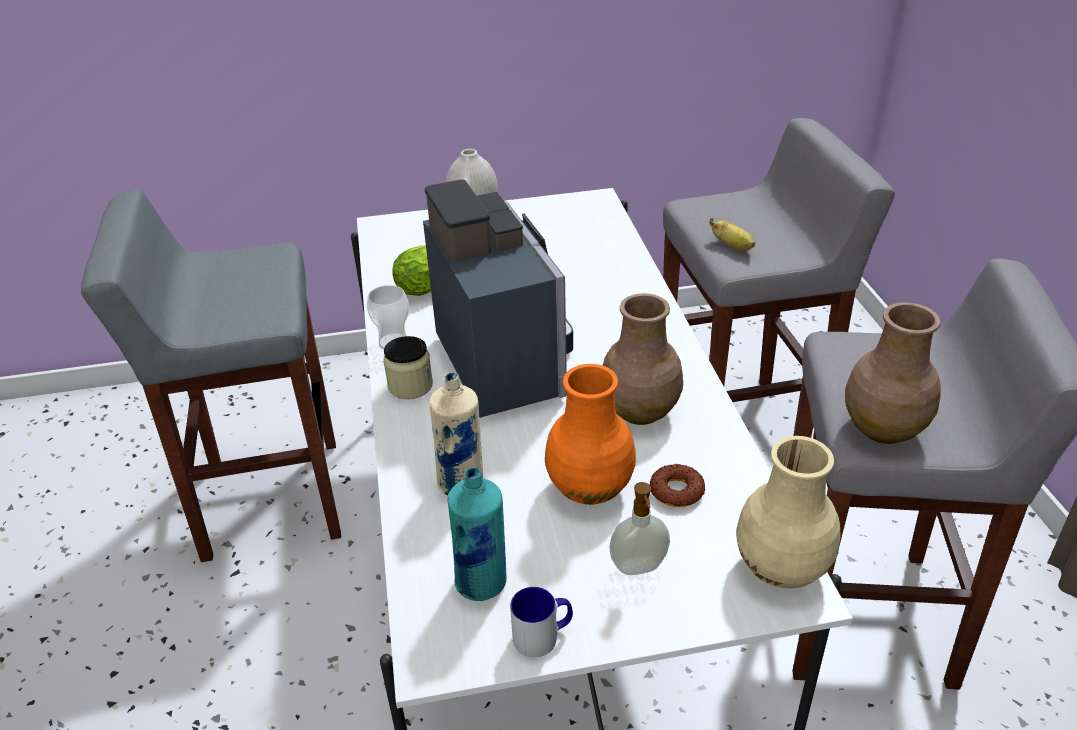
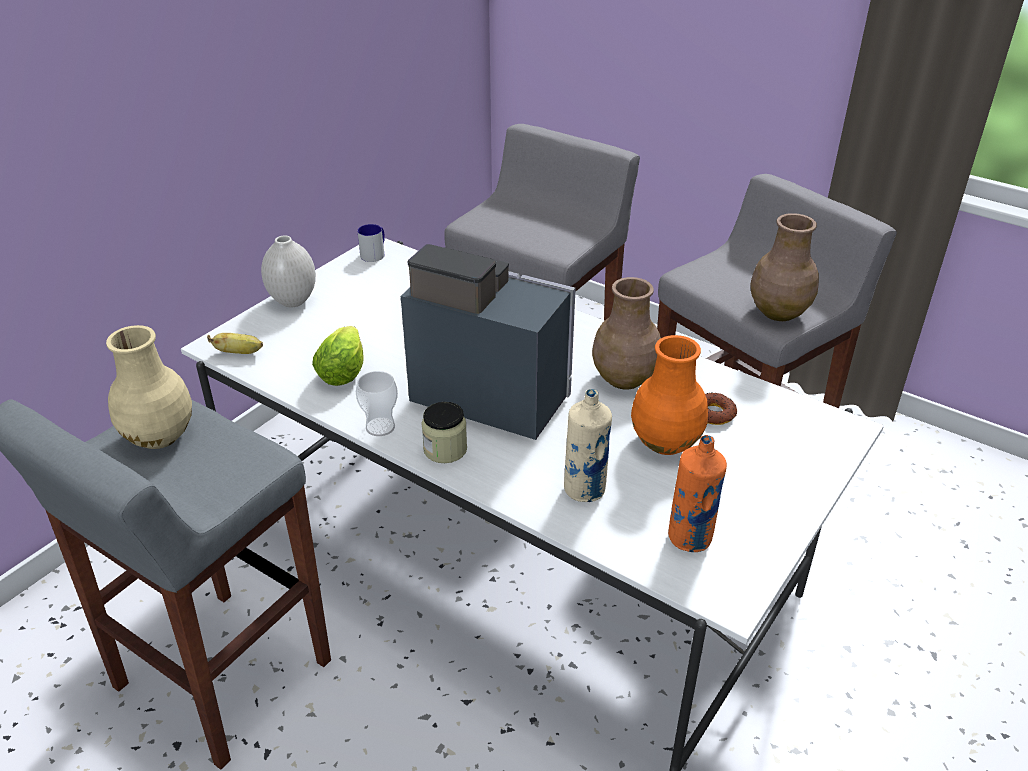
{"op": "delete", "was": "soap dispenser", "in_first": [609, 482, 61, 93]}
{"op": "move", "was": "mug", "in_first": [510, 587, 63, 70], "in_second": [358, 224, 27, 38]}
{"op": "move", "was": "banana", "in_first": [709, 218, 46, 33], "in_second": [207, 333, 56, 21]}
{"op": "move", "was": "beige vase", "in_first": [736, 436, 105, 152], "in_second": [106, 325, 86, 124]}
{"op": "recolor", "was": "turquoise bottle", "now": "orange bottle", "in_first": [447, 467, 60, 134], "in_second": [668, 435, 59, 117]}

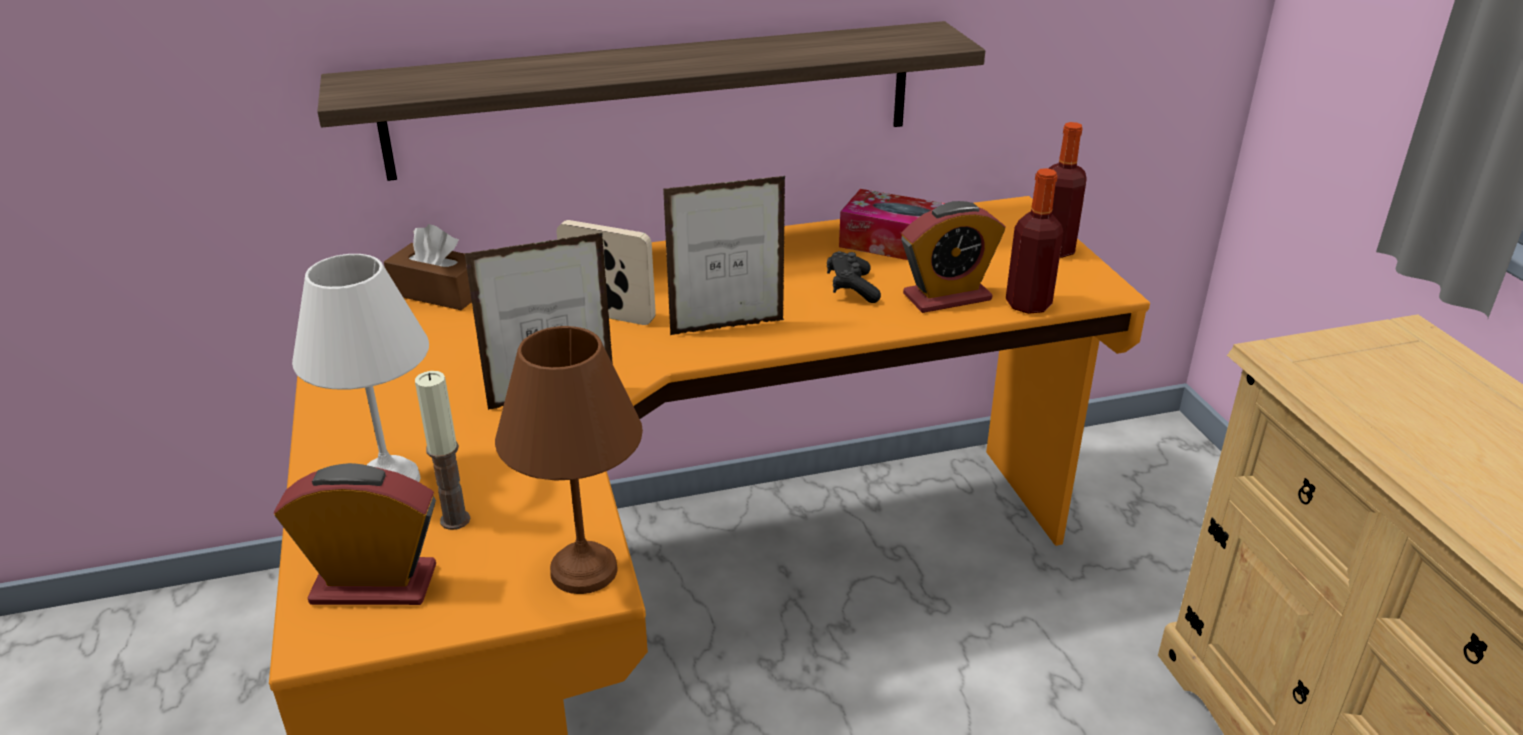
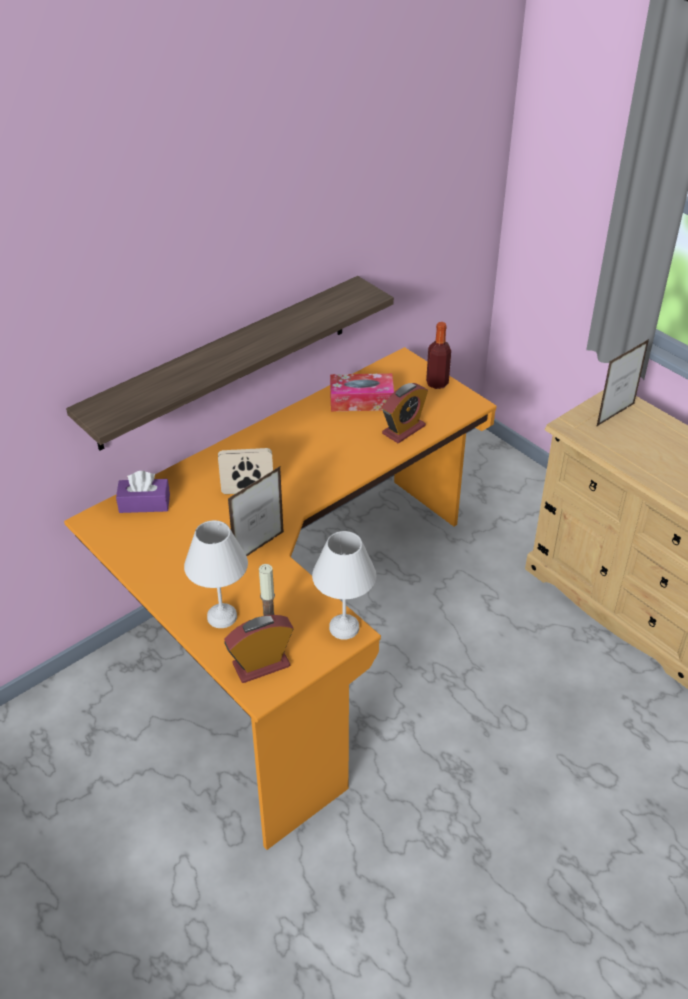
{"op": "delete", "was": "black game controller", "in_first": [827, 251, 54, 52]}
{"op": "delete", "was": "bottle", "in_first": [1006, 168, 57, 146]}
{"op": "move", "was": "picture frame", "in_first": [663, 176, 123, 159], "in_second": [596, 339, 53, 88]}
{"op": "recolor", "was": "brown tissue box", "now": "purple tissue box", "in_first": [384, 224, 88, 86], "in_second": [116, 471, 54, 42]}
{"op": "recolor", "was": "brown table lamp", "now": "white table lamp", "in_first": [495, 326, 148, 268], "in_second": [312, 531, 64, 109]}

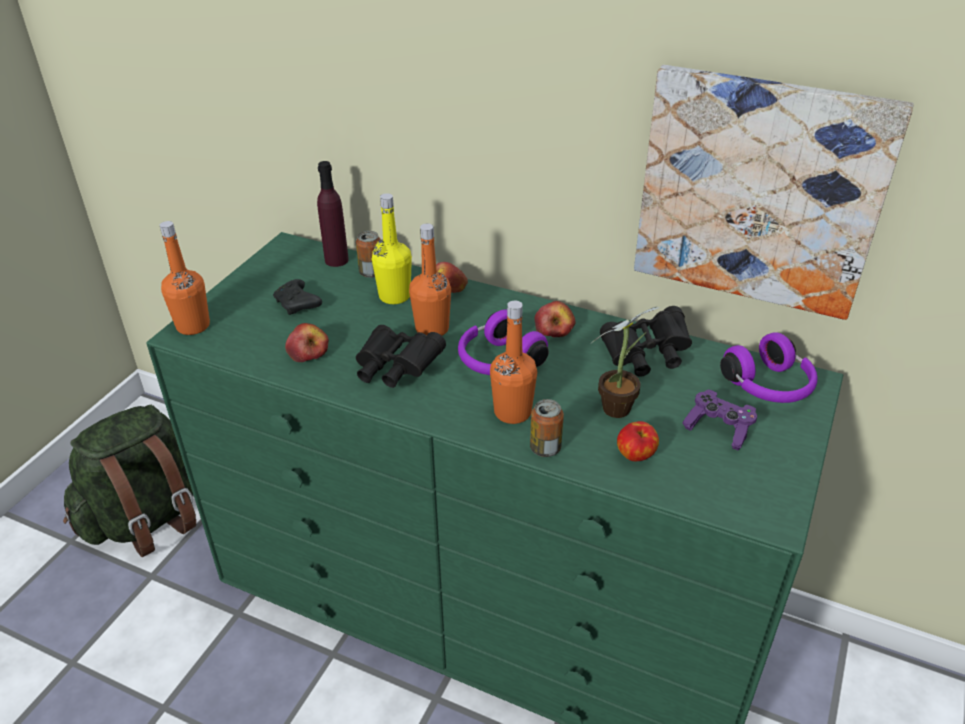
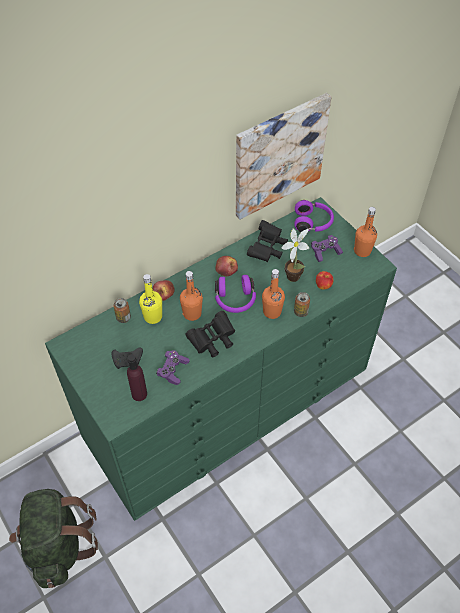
{"op": "move", "was": "orange bottle", "in_first": [160, 221, 50, 114], "in_second": [354, 207, 23, 50]}
{"op": "move", "was": "purple bottle", "in_first": [317, 161, 32, 106], "in_second": [127, 354, 20, 47]}
{"op": "replace", "was": "apple", "now": "purple game controller", "in_first": [285, 323, 44, 39], "in_second": [156, 350, 34, 35]}

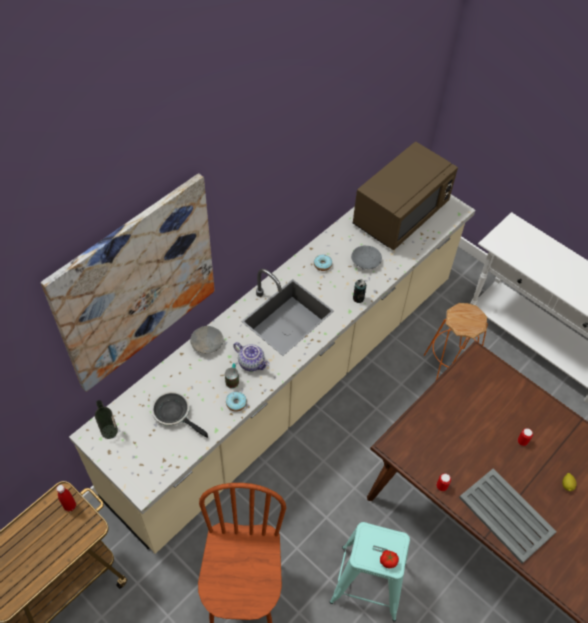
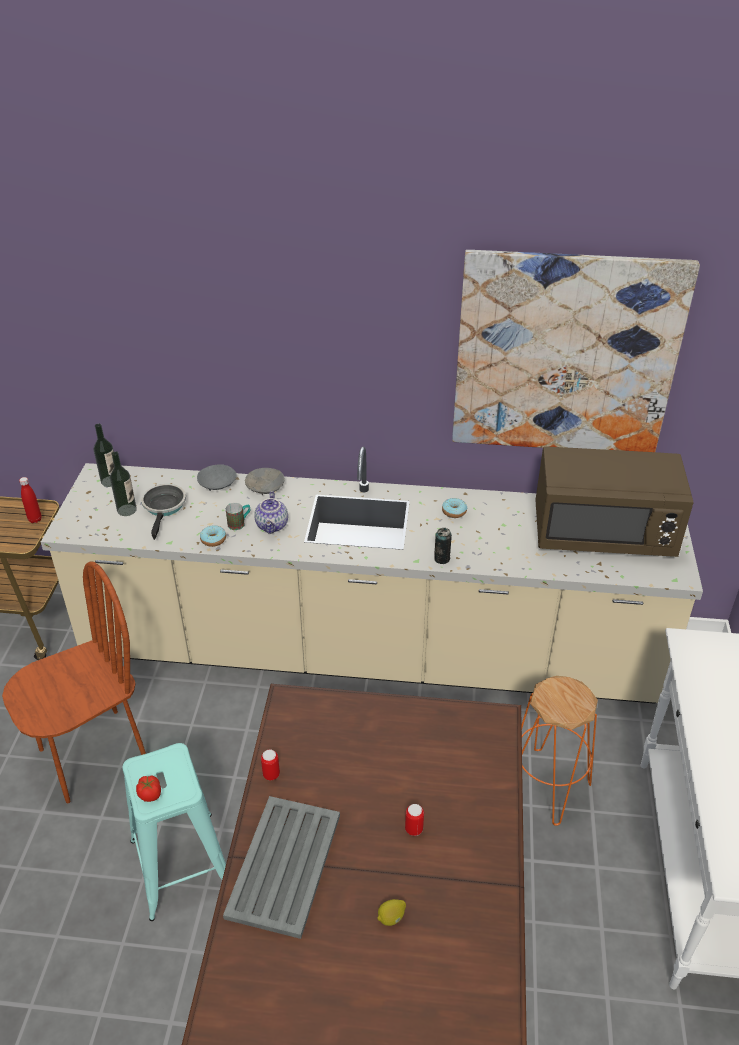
{"op": "insert", "now": "bottle", "in_second": [110, 451, 27, 65]}
{"op": "move", "was": "picture", "in_first": [41, 173, 174, 219], "in_second": [452, 250, 248, 202]}
{"op": "move", "was": "grey bowl", "in_first": [351, 246, 31, 23], "in_second": [197, 464, 40, 27]}

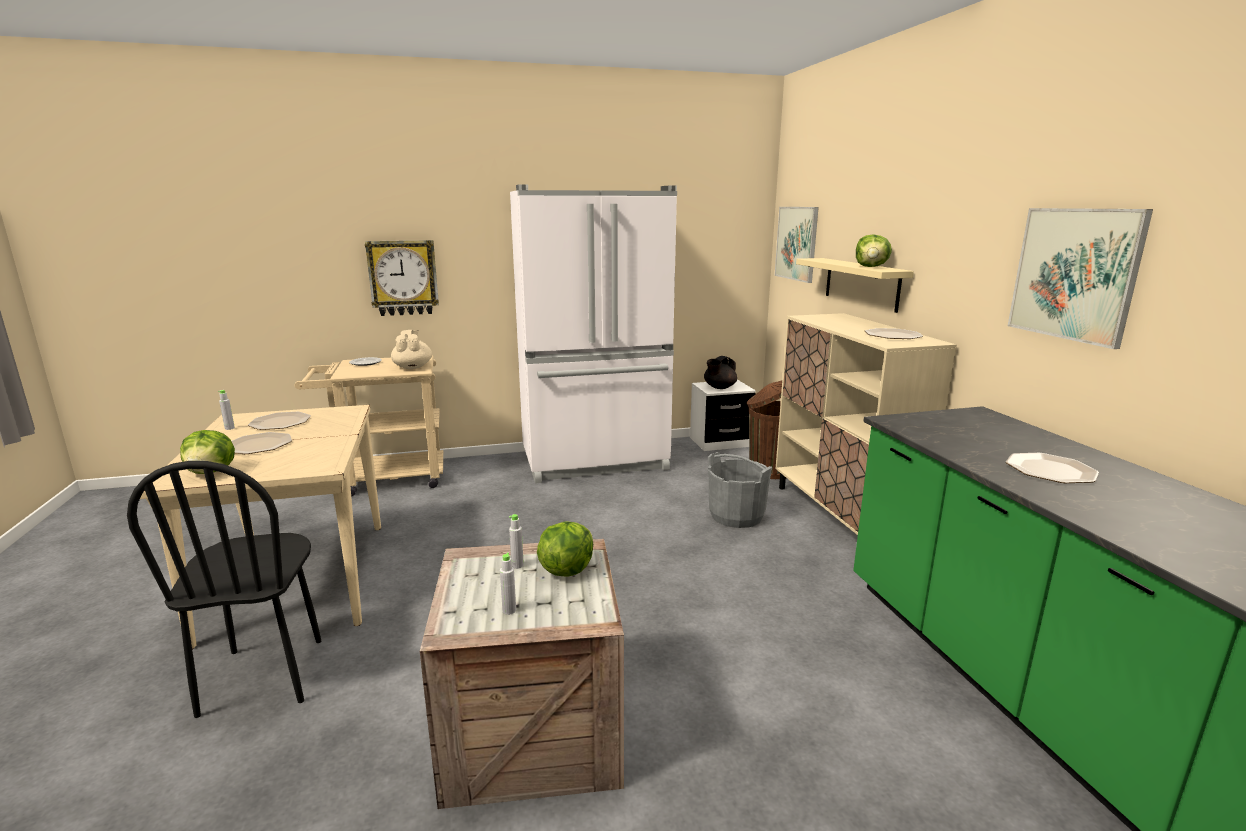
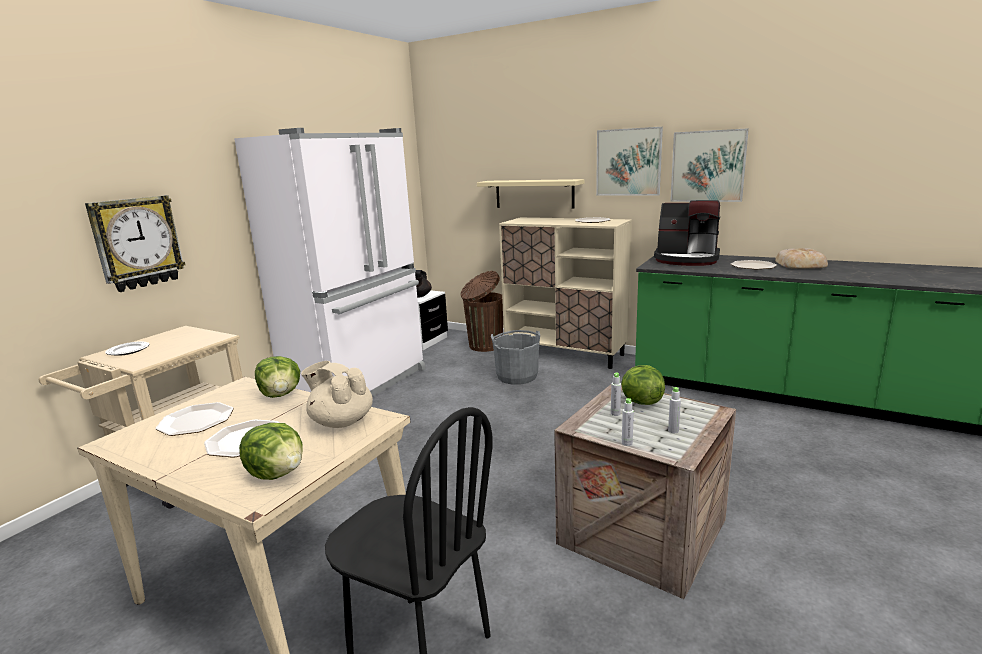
{"op": "insert", "now": "coffee machine", "in_second": [654, 200, 66, 66]}
{"op": "insert", "now": "bread", "in_second": [775, 248, 53, 21]}
{"op": "move", "was": "grey bottle", "in_first": [218, 390, 17, 40], "in_second": [622, 398, 12, 48]}
{"op": "move", "was": "beige teapot", "in_first": [391, 330, 41, 39], "in_second": [301, 361, 72, 67]}
{"op": "move", "was": "picture", "in_first": [775, 207, 44, 76], "in_second": [596, 127, 67, 68]}
{"op": "move", "was": "lettuce", "in_first": [856, 234, 36, 33], "in_second": [255, 356, 45, 42]}

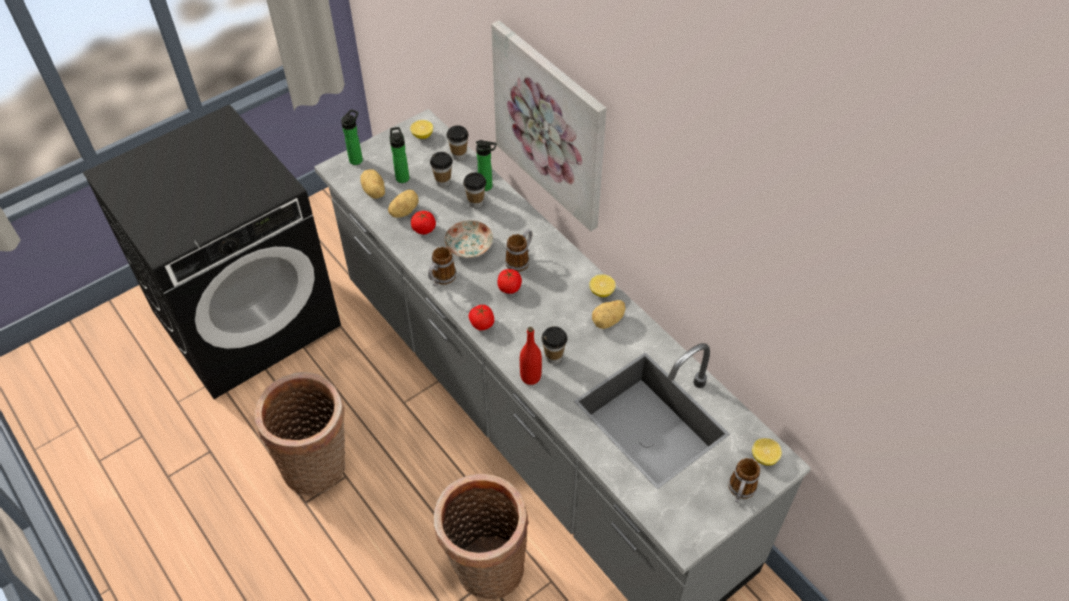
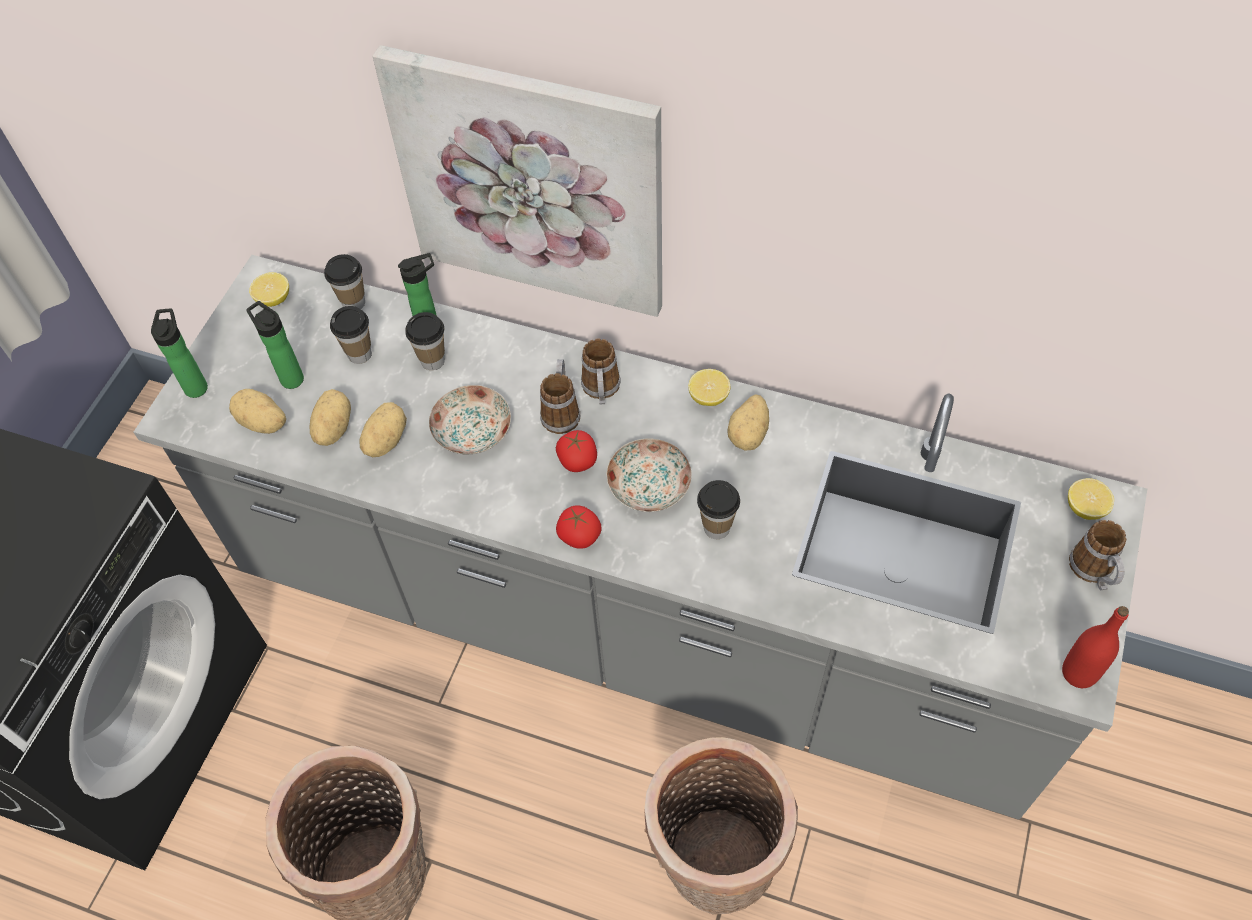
{"op": "insert", "now": "plate", "in_second": [607, 438, 85, 74]}
{"op": "move", "was": "mug", "in_first": [428, 247, 28, 39], "in_second": [581, 338, 40, 67]}
{"op": "move", "was": "red bottle", "in_first": [520, 327, 22, 58], "in_second": [1062, 606, 67, 82]}
{"op": "replace", "was": "tomato", "now": "potato", "in_first": [411, 211, 25, 23], "in_second": [359, 402, 48, 55]}

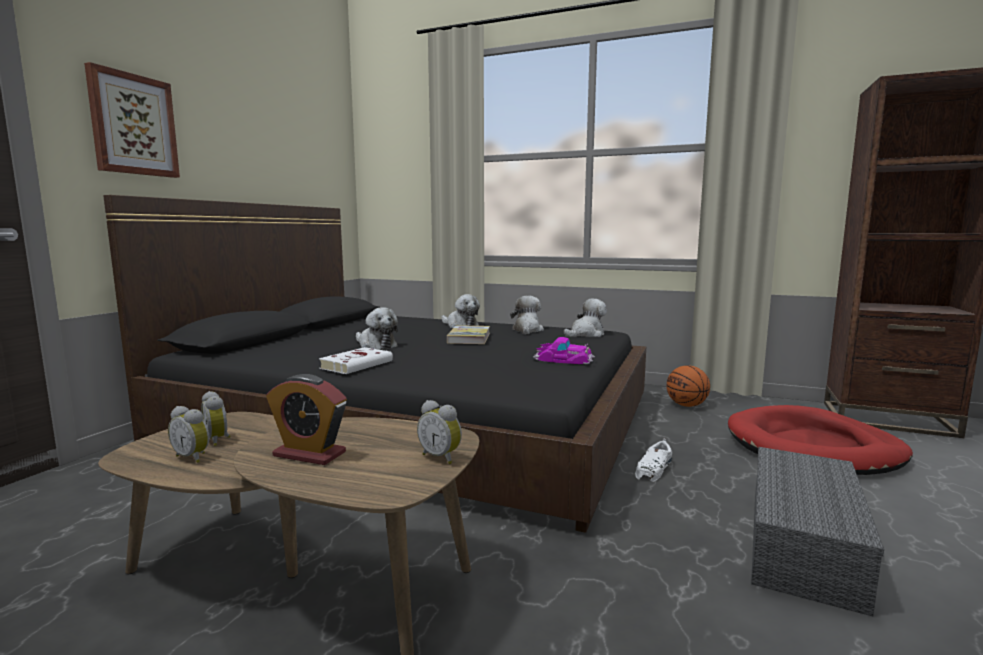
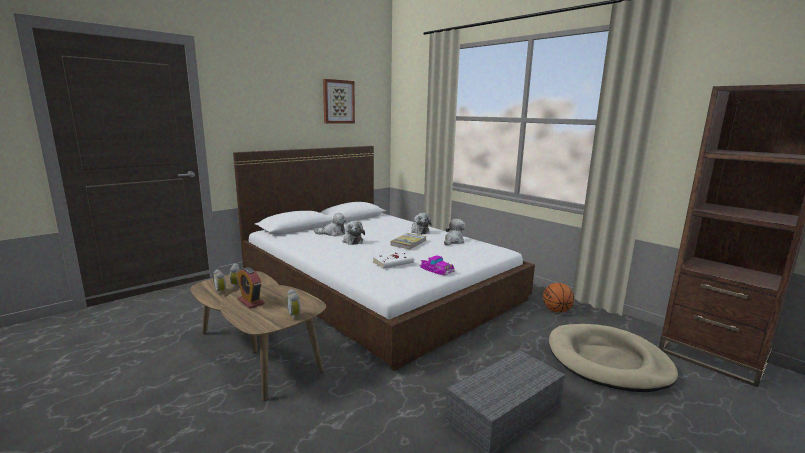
{"op": "delete", "was": "white shoe", "in_first": [635, 438, 37, 44]}
{"op": "move", "was": "picture", "in_first": [84, 62, 96, 116], "in_second": [323, 79, 32, 45]}
{"op": "move", "was": "white book", "in_first": [319, 347, 74, 27], "in_second": [372, 251, 42, 18]}
{"op": "move", "was": "plush toy", "in_first": [564, 299, 43, 38], "in_second": [314, 213, 33, 23]}
{"op": "recolor", "was": "black bed", "now": "white bed", "in_first": [103, 195, 543, 338], "in_second": [233, 146, 302, 225]}
{"op": "recolor", "was": "red dog bed", "now": "beige dog bed", "in_first": [728, 405, 185, 70], "in_second": [549, 324, 129, 68]}

